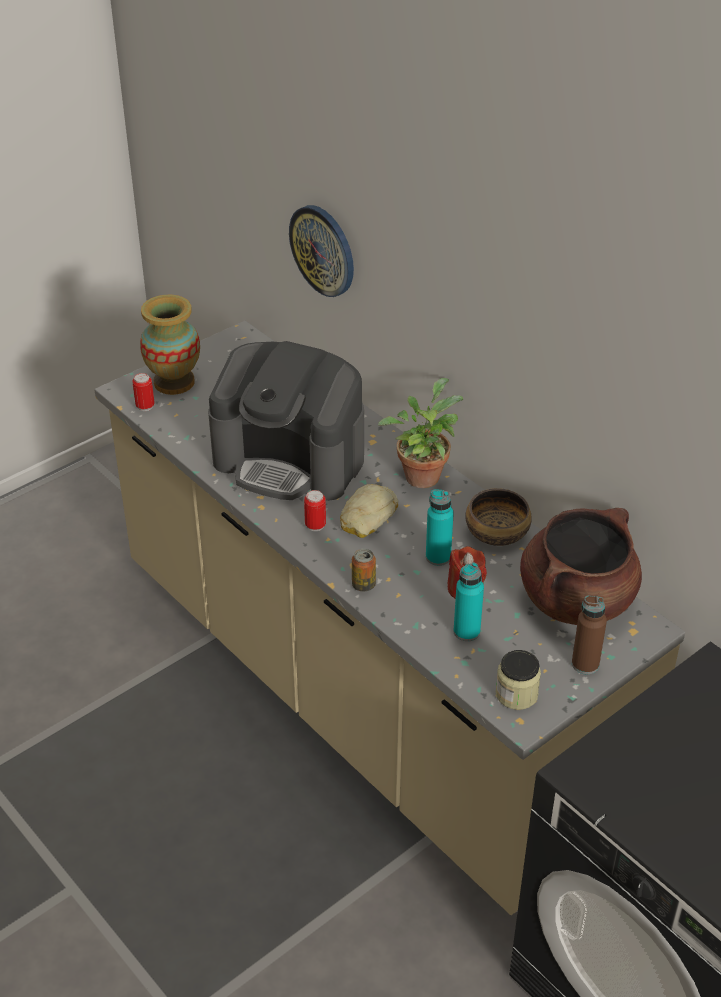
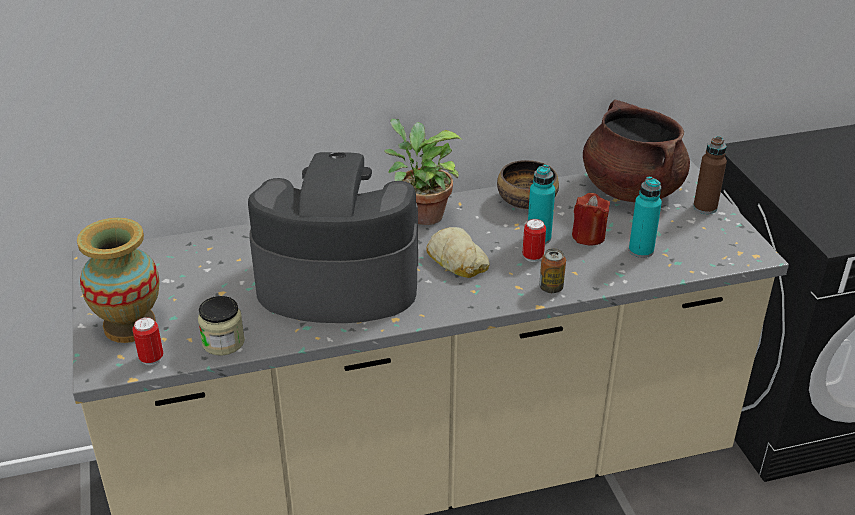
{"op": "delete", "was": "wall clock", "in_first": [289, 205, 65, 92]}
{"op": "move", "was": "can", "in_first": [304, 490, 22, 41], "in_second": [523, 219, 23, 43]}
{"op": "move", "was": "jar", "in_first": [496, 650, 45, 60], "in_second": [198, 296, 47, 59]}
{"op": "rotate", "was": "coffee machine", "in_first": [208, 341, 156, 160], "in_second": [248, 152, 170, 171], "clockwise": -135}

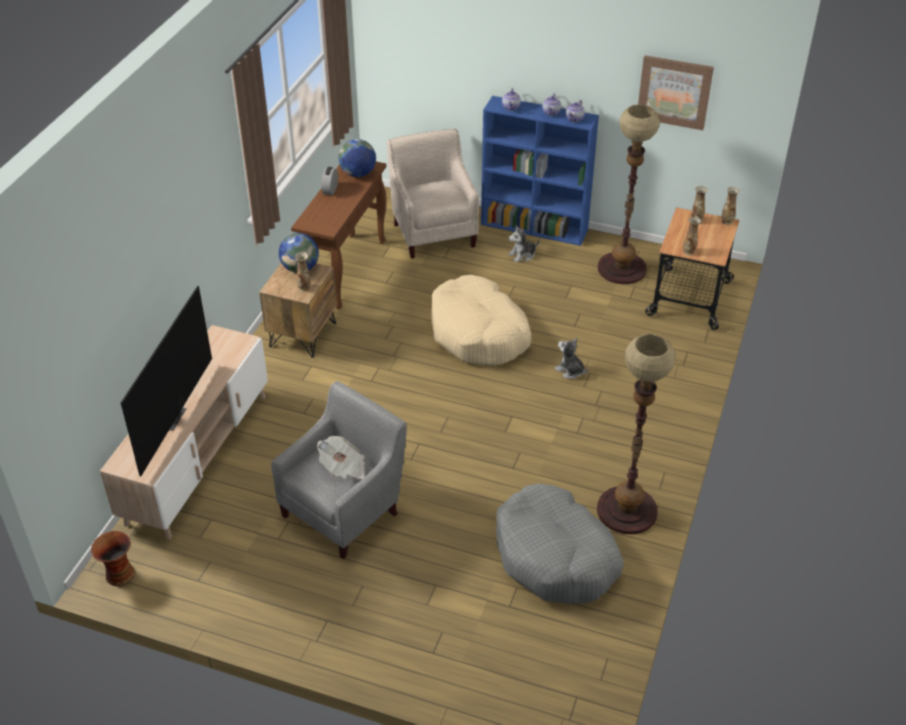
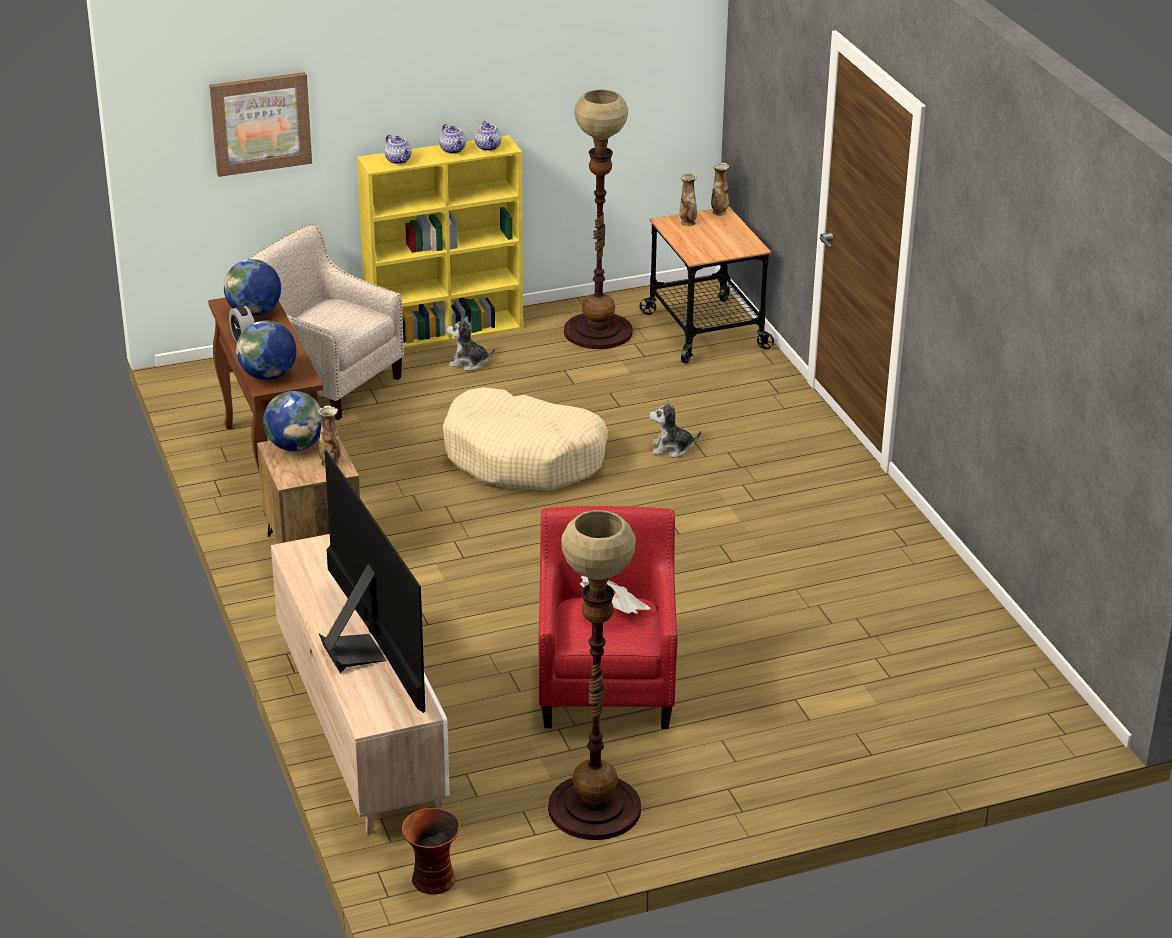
{"op": "delete", "was": "grey dog bed", "in_first": [496, 484, 128, 120]}
{"op": "delete", "was": "vase", "in_first": [683, 216, 18, 40]}
{"op": "insert", "now": "globe", "in_second": [236, 320, 61, 60]}
{"op": "move", "was": "floor lamp", "in_first": [597, 334, 79, 200], "in_second": [548, 510, 93, 330]}
{"op": "move", "was": "picture", "in_first": [638, 55, 76, 75], "in_second": [209, 72, 103, 105]}
{"op": "recolor", "was": "grey armchair", "now": "red armchair", "in_first": [271, 381, 136, 178], "in_second": [538, 506, 139, 223]}
{"op": "recolor", "was": "blue bookcase", "now": "yellow bookcase", "in_first": [481, 96, 118, 150], "in_second": [357, 135, 166, 213]}
{"op": "rotate", "was": "plush toy", "in_first": [508, 225, 32, 37], "in_second": [447, 316, 48, 55], "clockwise": 75}

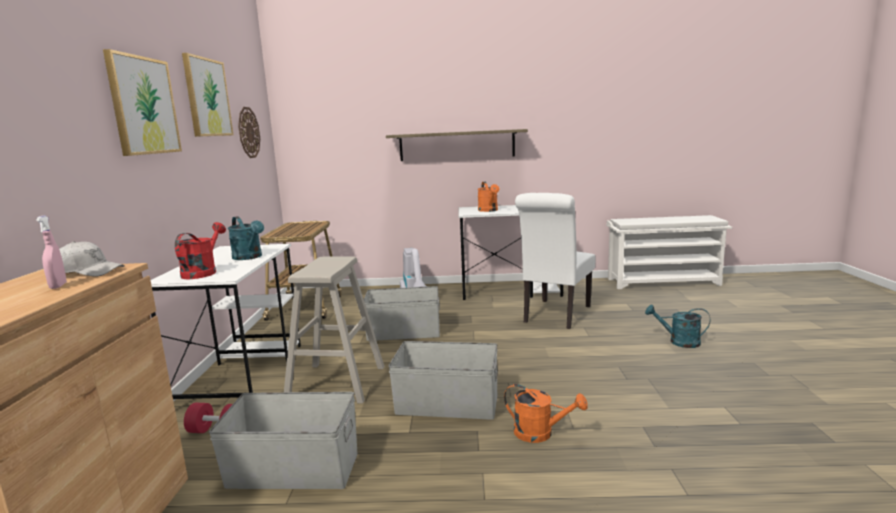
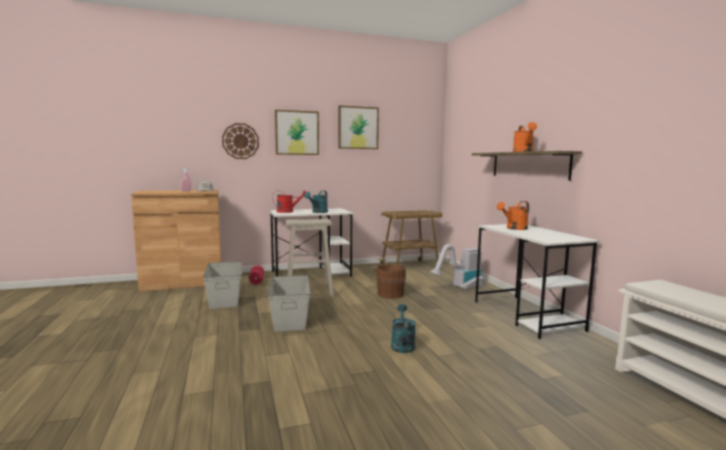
{"op": "delete", "was": "white chair", "in_first": [515, 193, 80, 136]}
{"op": "move", "was": "wall clock", "in_first": [238, 107, 22, 51], "in_second": [222, 123, 37, 36]}
{"op": "move", "was": "orange watering can", "in_first": [504, 384, 84, 59], "in_second": [513, 122, 24, 30]}
{"op": "move", "was": "turquoise watering can", "in_first": [645, 305, 65, 43], "in_second": [391, 304, 25, 49]}
{"op": "replace", "was": "grey storage box", "now": "brown bucket", "in_first": [364, 286, 76, 55], "in_second": [374, 264, 32, 35]}

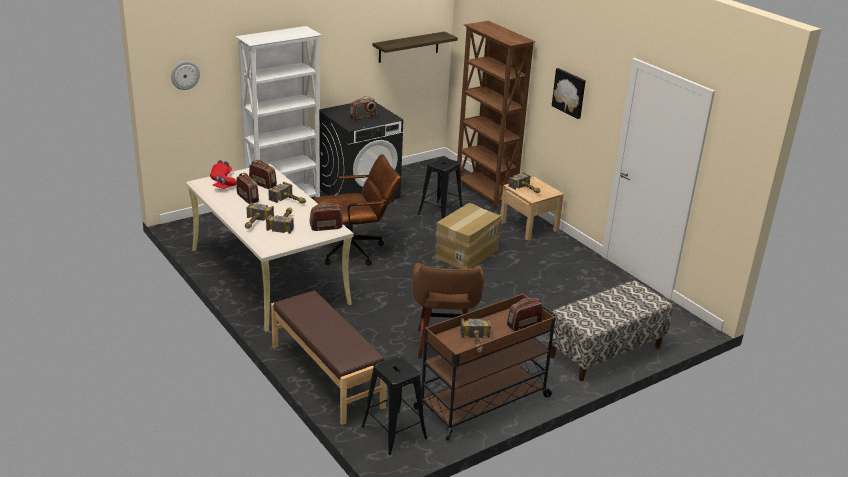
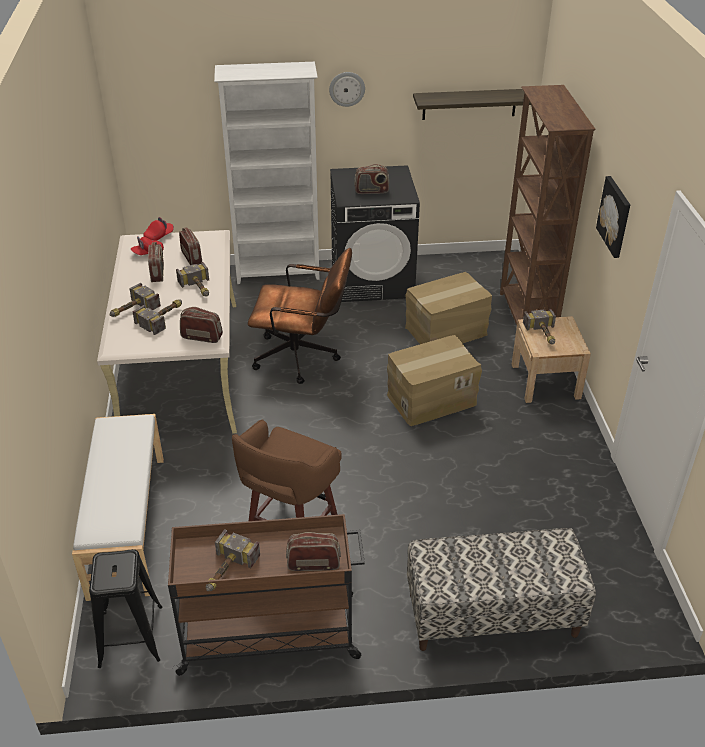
{"op": "move", "was": "wall clock", "in_first": [171, 61, 29, 29], "in_second": [329, 72, 36, 35]}
{"op": "replace", "was": "black stool", "now": "cardboard box", "in_first": [418, 157, 45, 62], "in_second": [405, 272, 87, 72]}
{"op": "recolor", "was": "brown bench", "now": "white bench", "in_first": [271, 291, 116, 134], "in_second": [72, 414, 92, 187]}

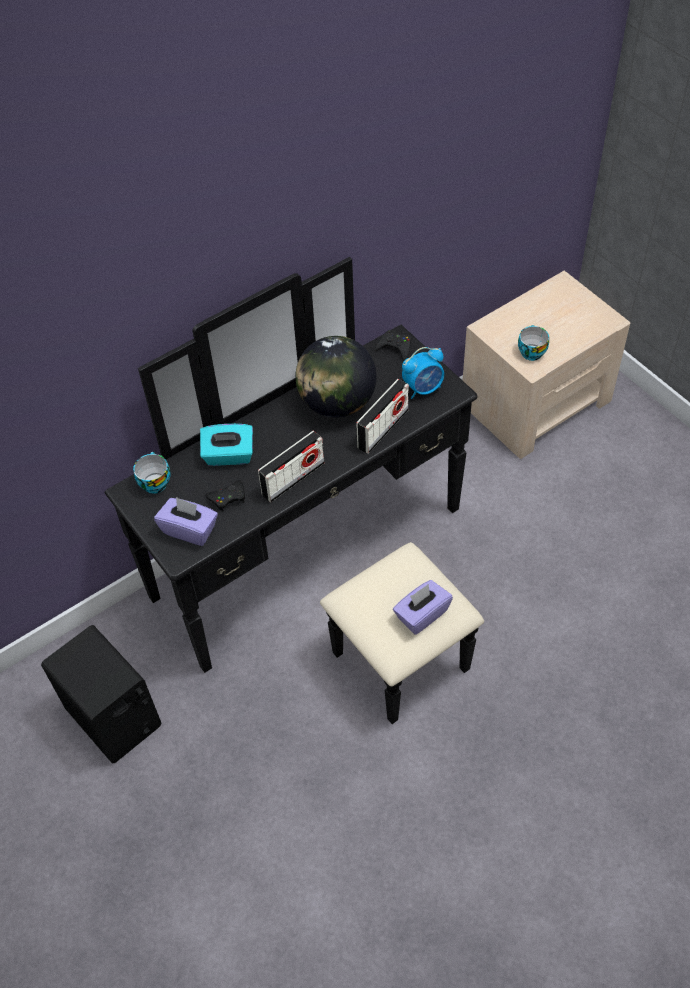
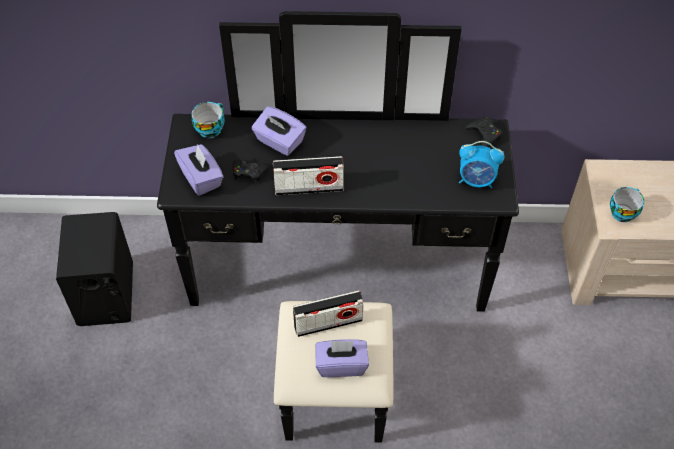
{"op": "delete", "was": "globe", "in_first": [295, 336, 82, 81]}
{"op": "move", "was": "radio", "in_first": [356, 379, 53, 75], "in_second": [293, 290, 70, 47]}
{"op": "recolor", "was": "turquoise tissue box", "now": "purple tissue box", "in_first": [200, 424, 53, 42], "in_second": [251, 106, 55, 50]}

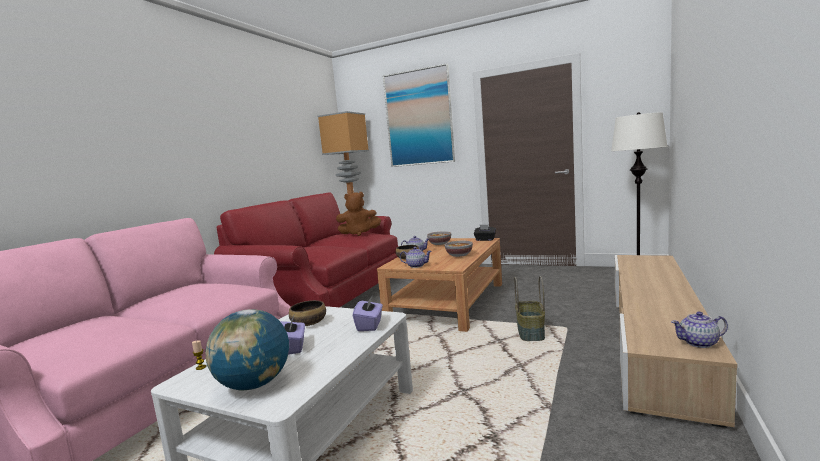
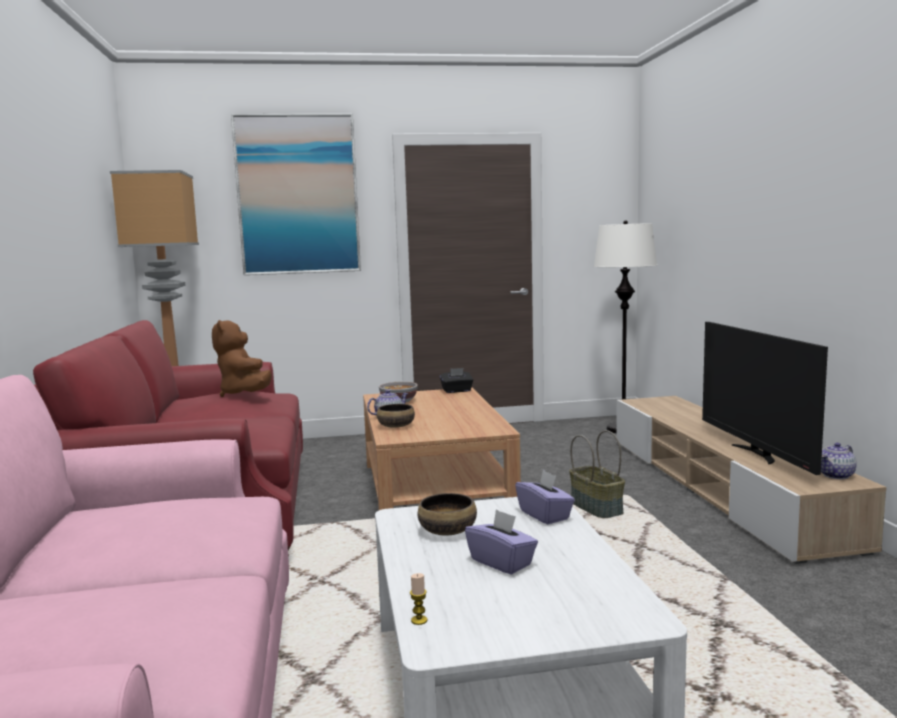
{"op": "delete", "was": "globe", "in_first": [205, 309, 84, 81]}
{"op": "delete", "was": "teapot", "in_first": [400, 247, 32, 21]}
{"op": "delete", "was": "bowl", "in_first": [445, 241, 28, 16]}
{"op": "insert", "now": "television", "in_second": [702, 322, 126, 153]}
{"op": "rotate", "was": "brown plush toy", "in_first": [336, 192, 45, 44], "in_second": [212, 320, 60, 77], "clockwise": 105}

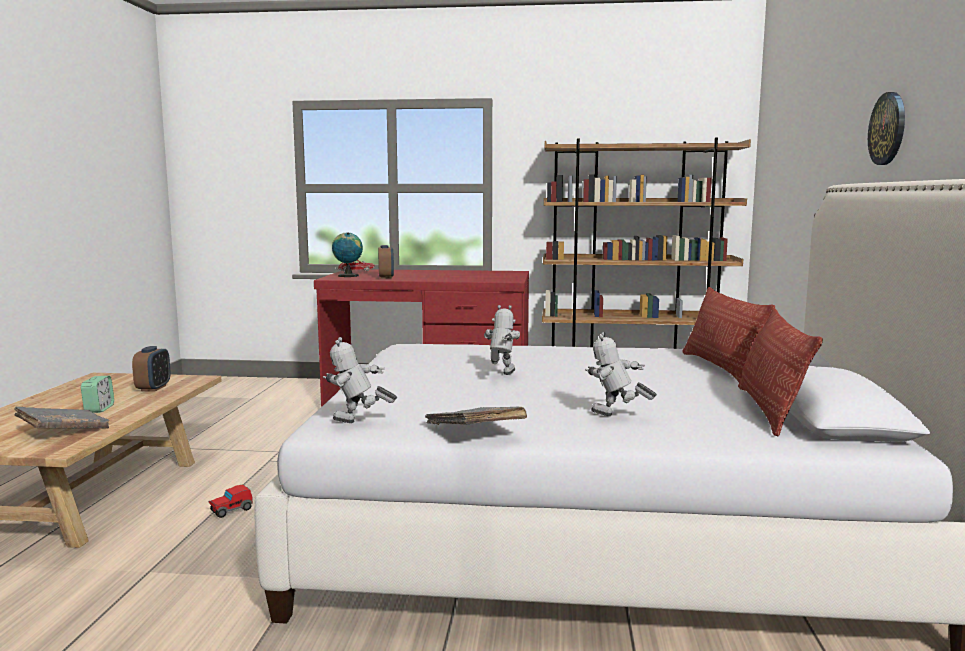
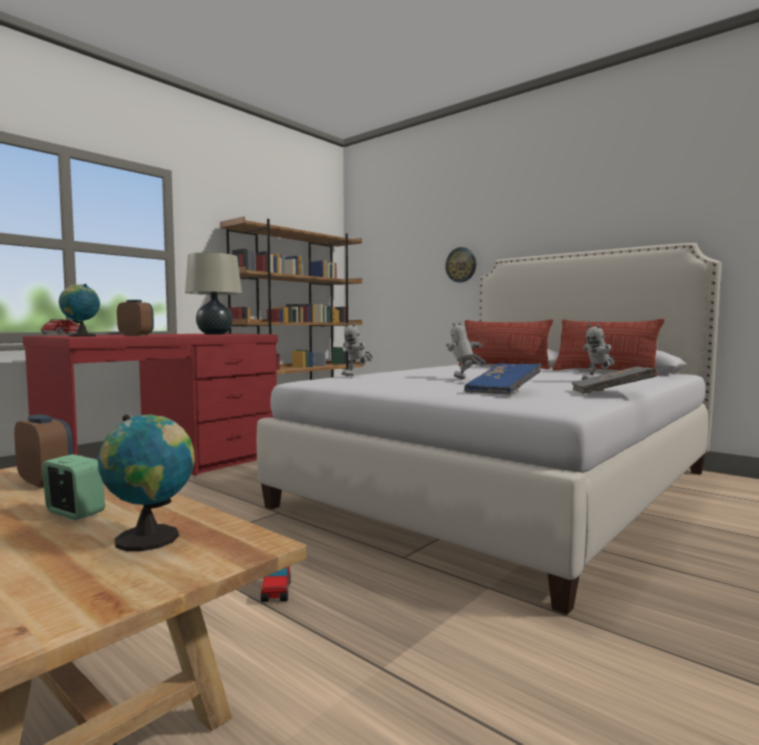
{"op": "insert", "now": "beige table lamp", "in_second": [185, 253, 57, 82]}
{"op": "insert", "now": "blue book", "in_second": [464, 364, 78, 30]}
{"op": "move", "was": "toy robot", "in_first": [323, 337, 74, 86], "in_second": [342, 323, 31, 53]}
{"op": "move", "was": "wall clock", "in_first": [868, 92, 37, 73], "in_second": [445, 247, 31, 36]}
{"op": "replace", "was": "grey book", "now": "globe", "in_first": [14, 407, 95, 22], "in_second": [98, 414, 97, 137]}

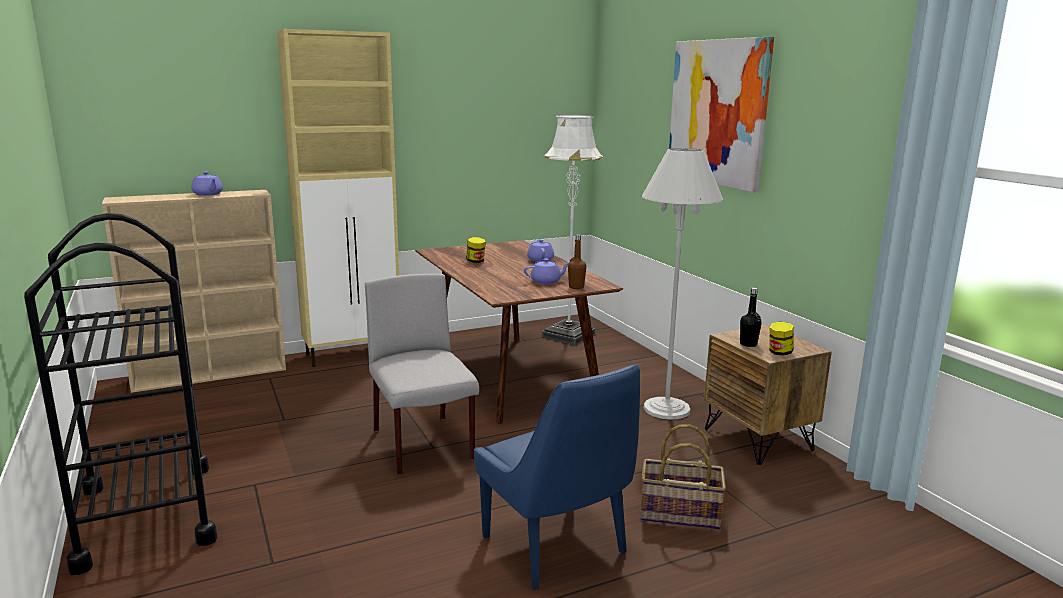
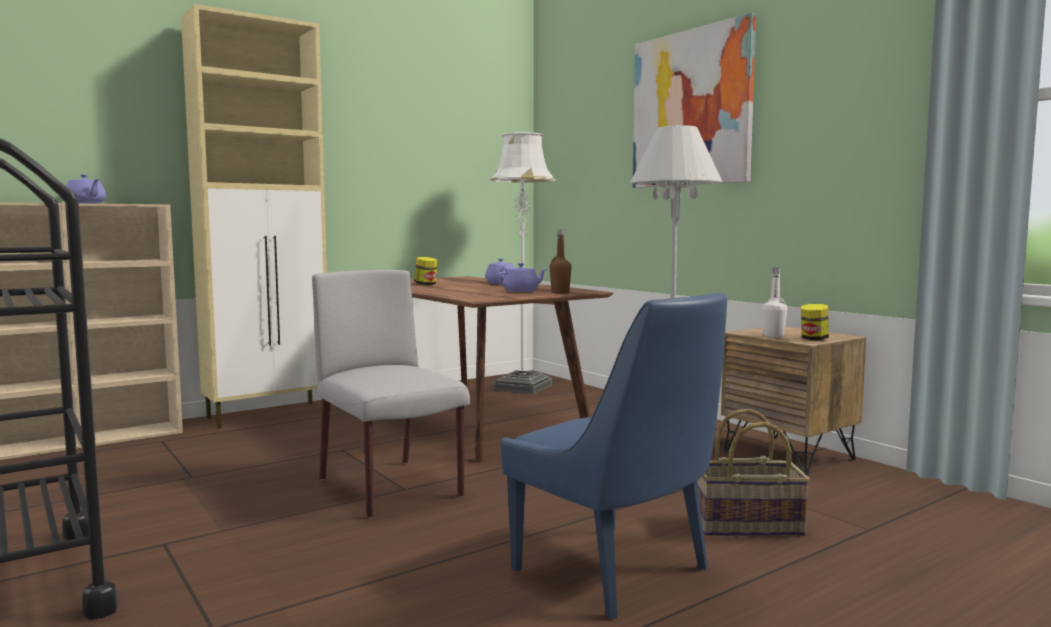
{"op": "recolor", "was": "black bottle", "now": "white bottle", "in_first": [740, 287, 21, 60], "in_second": [762, 268, 25, 69]}

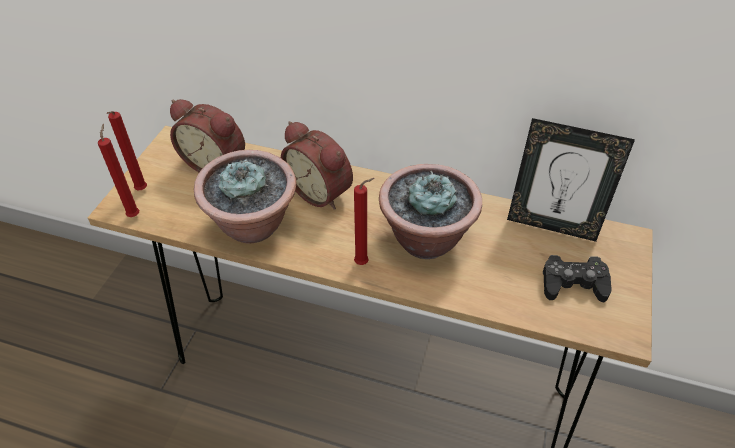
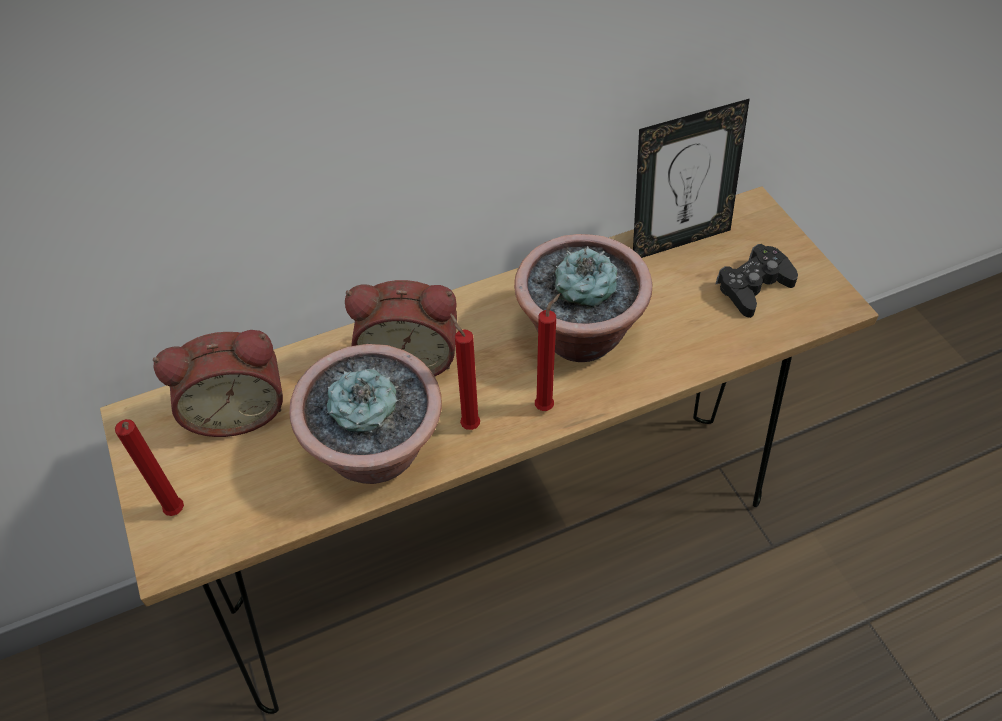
{"op": "move", "was": "red candle", "in_first": [98, 124, 41, 93], "in_second": [450, 313, 30, 117]}

